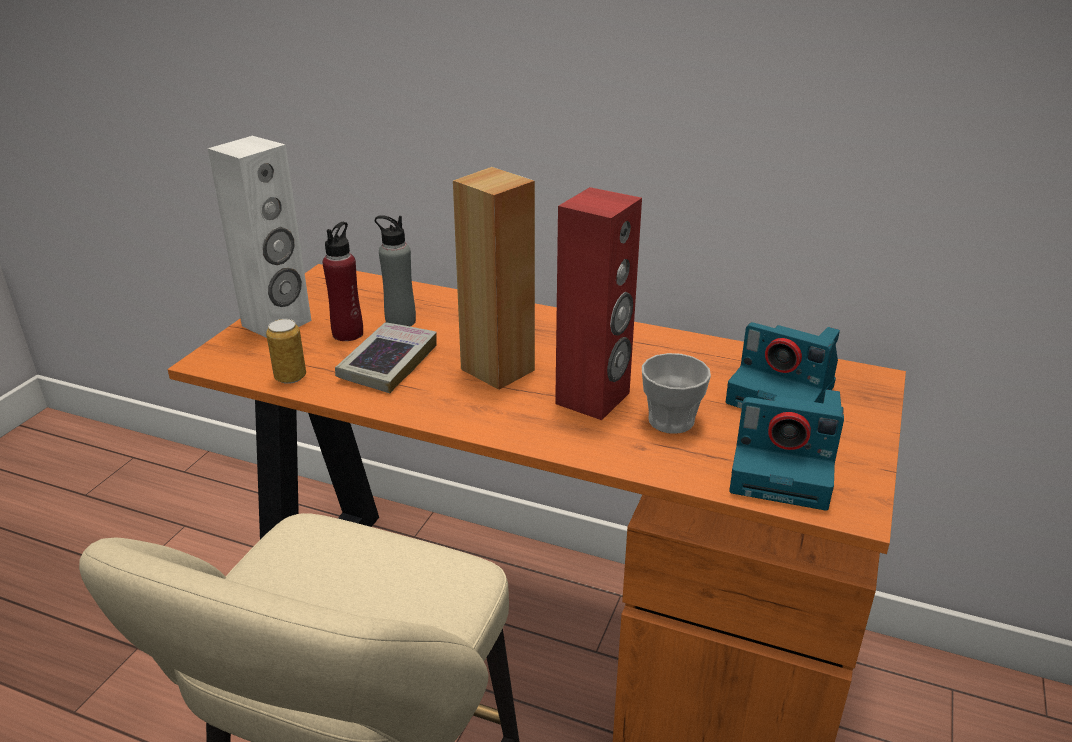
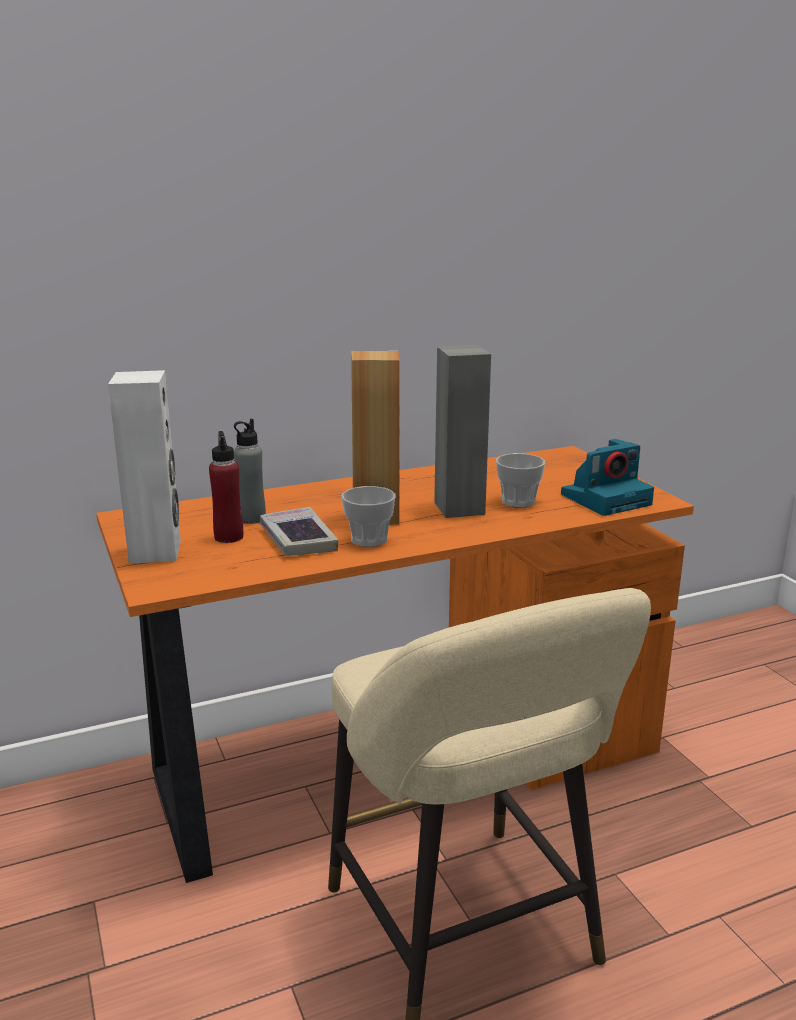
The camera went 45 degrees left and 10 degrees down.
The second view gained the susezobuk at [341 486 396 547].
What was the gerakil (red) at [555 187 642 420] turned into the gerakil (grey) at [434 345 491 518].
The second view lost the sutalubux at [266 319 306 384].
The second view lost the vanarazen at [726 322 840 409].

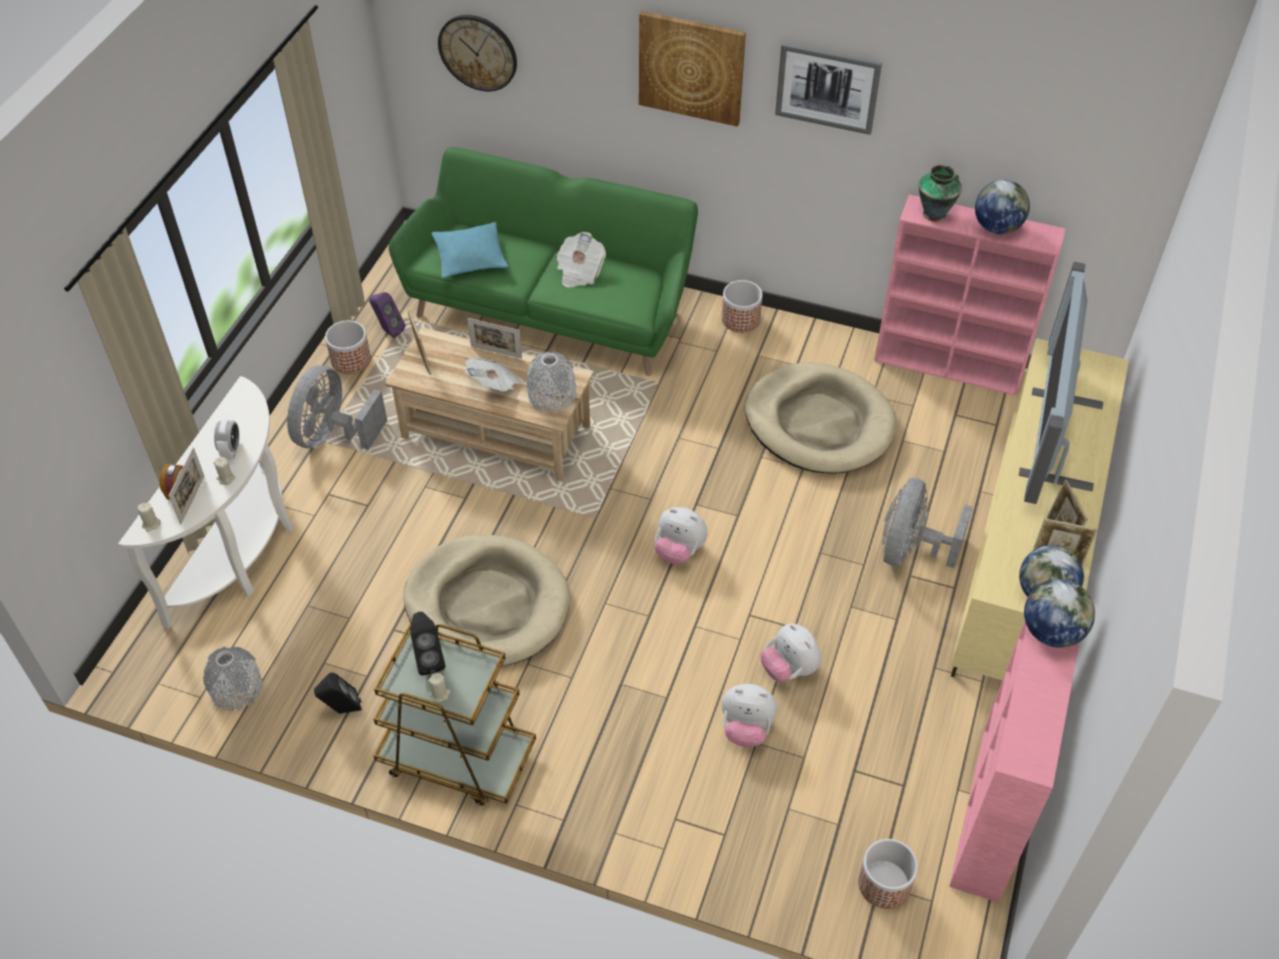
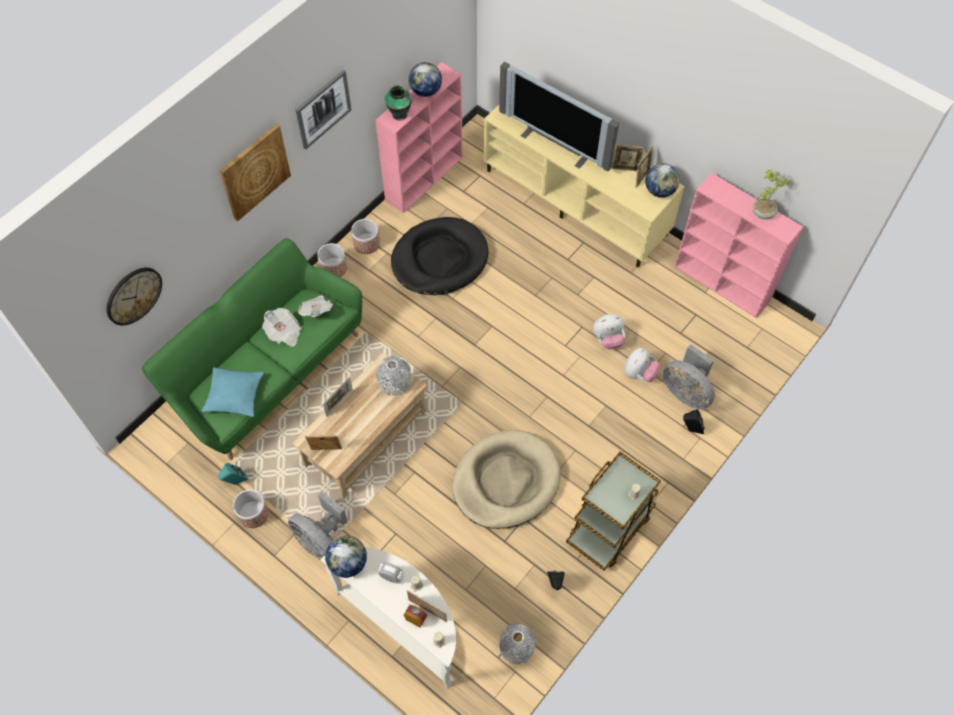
The camera went 70 degrees left and 10 degrees up.
What was the gerakil (purple) at [369 292 405 338] turned into the gerakil (turquoise) at [218 463 248 485].
The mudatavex ended up elsewhere, having gone from [464 357 524 392] to [298 295 333 317].
The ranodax ended up elsewhere, having gone from [1024 579 1095 648] to [325 536 367 578].
The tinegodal ended up elsewhere, having gone from [858 839 918 909] to [351 219 380 254].
What was the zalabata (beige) at [745 363 896 474] turned into the zalabata (black) at [391 217 489 295].
The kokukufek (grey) ended up elsewhere, having gone from [882 478 973 568] to [663 344 715 410].
The gerakil (black) ended up elsewhere, having gone from [410 612 445 675] to [683 409 705 434].
The second view gained the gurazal at [753 170 789 219].
The second view lost the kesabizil at [655 507 707 564].

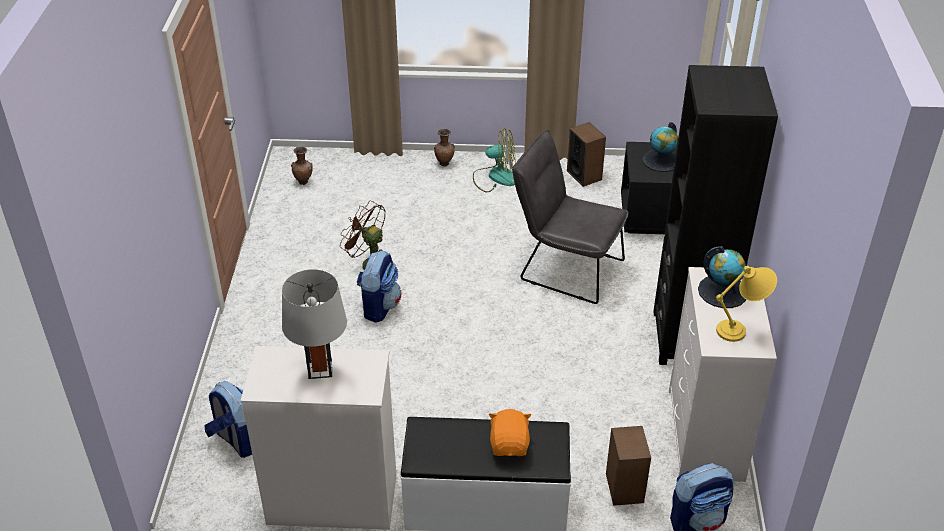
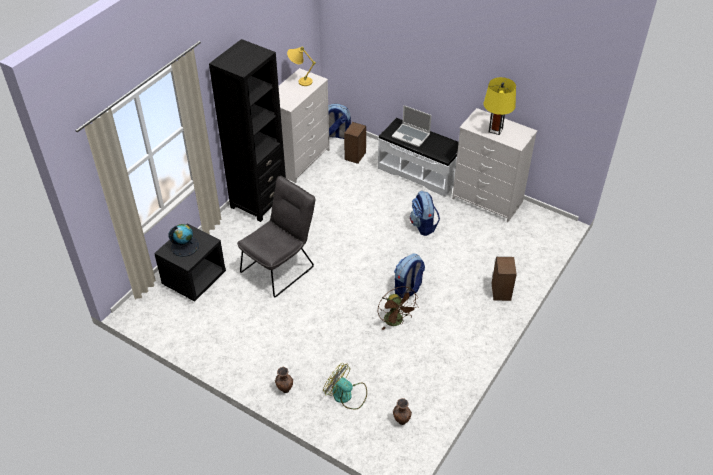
The camera went 150 degrees left and 5 degrees up.
The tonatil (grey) at [512 130 629 304] ended up facing another way, 105 degrees counterclockwise from before.
The kokukufek ended up elsewhere, having gone from [473 128 515 192] to [323 363 367 409].
Where the kesabizil (orange) stood at [489 409 531 456], the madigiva came to stand at [392 105 431 147].
The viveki ended up elsewhere, having gone from [204 381 252 458] to [410 191 440 236].
What was the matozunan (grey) at [282 269 347 379] turned into the matozunan (yellow) at [484 77 516 135].
The gerakil ended up elsewhere, having gone from [567 122 606 187] to [492 257 517 301].
The second view lost the ranodax at [698 246 746 308].

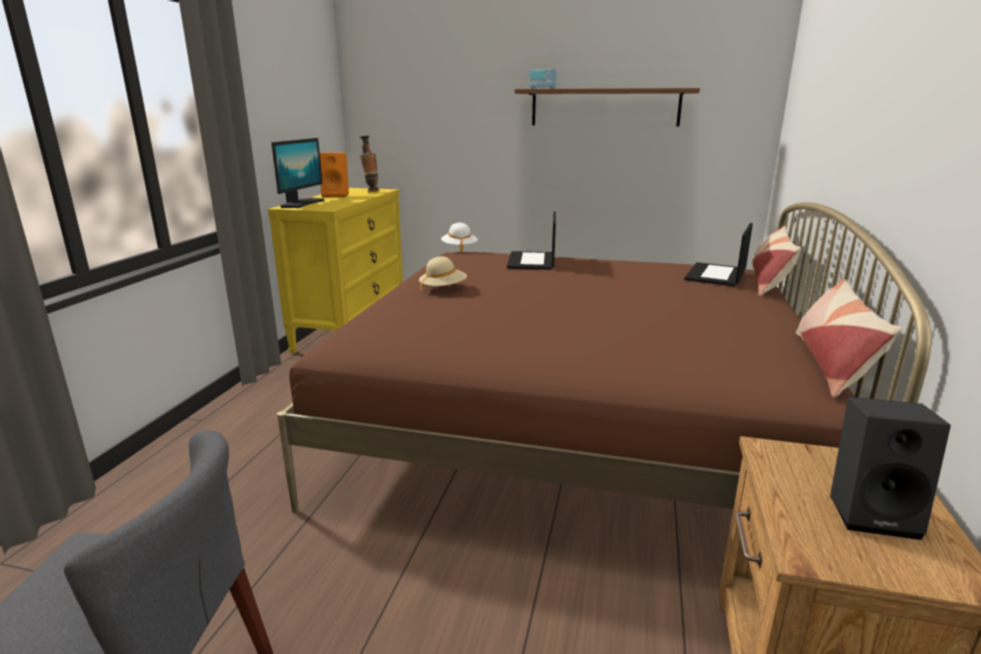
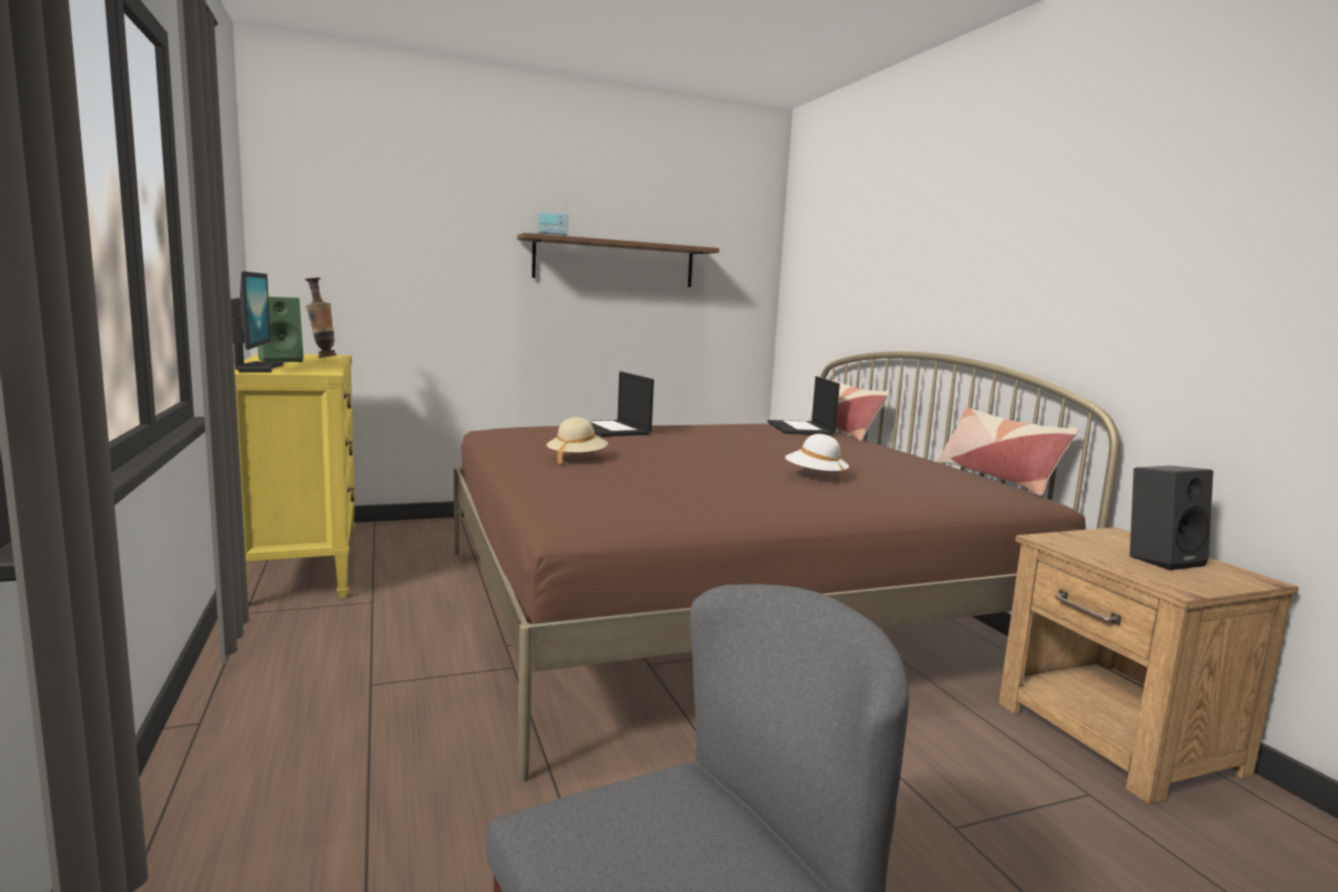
The camera went 35 degrees left and 10 degrees down.
What was the gerakil (orange) at [320 153 349 198] turned into the gerakil (green) at [258 296 304 362].
The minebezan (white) ended up elsewhere, having gone from [441 223 478 252] to [785 434 849 484].

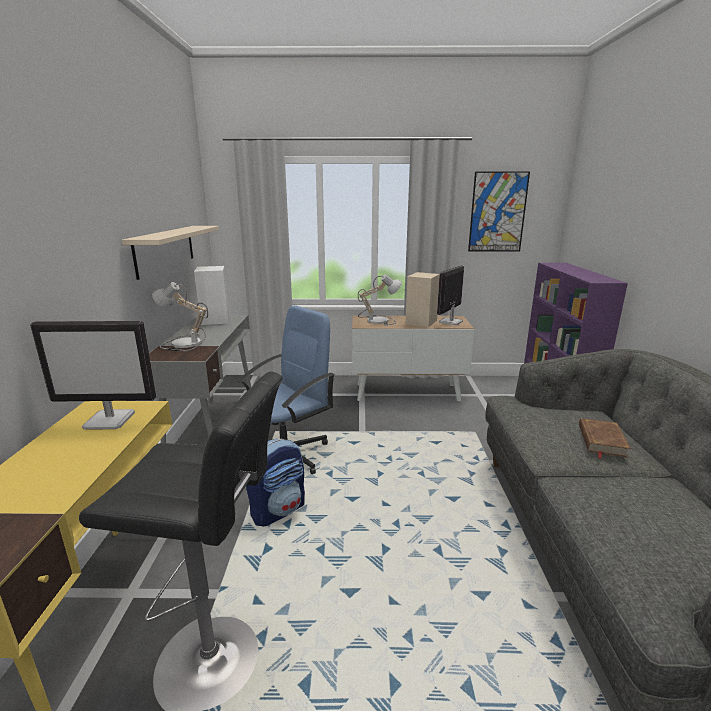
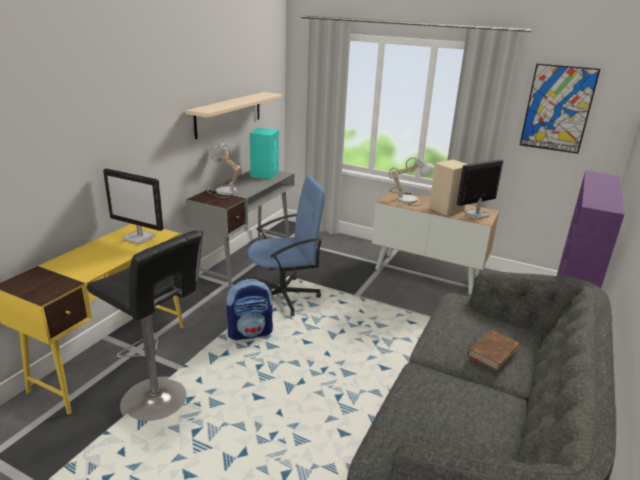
The camera went 25 degrees right and 5 degrees up.
What was the gerakil (white) at [194 266 229 325] turned into the gerakil (turquoise) at [250 128 279 179].

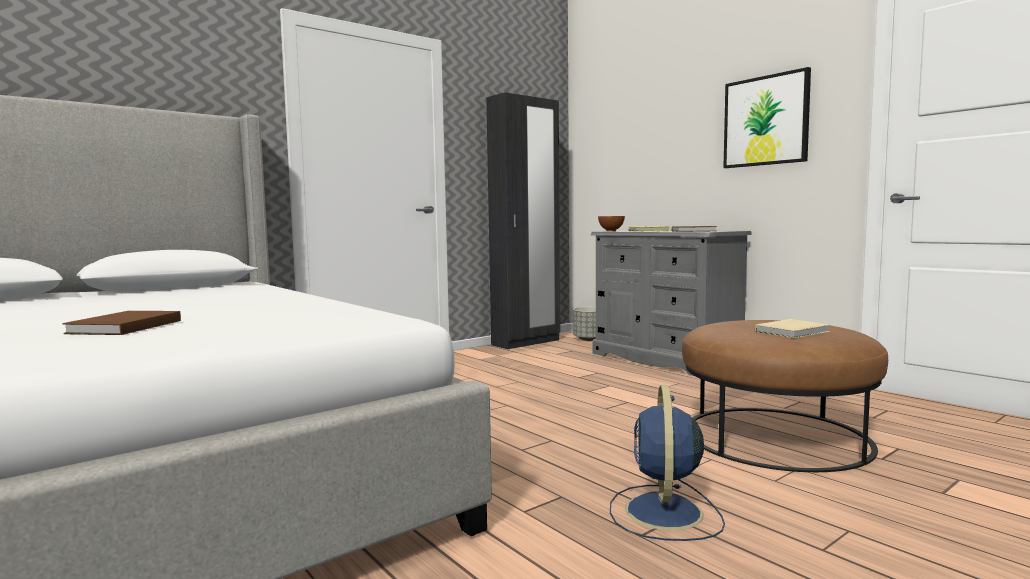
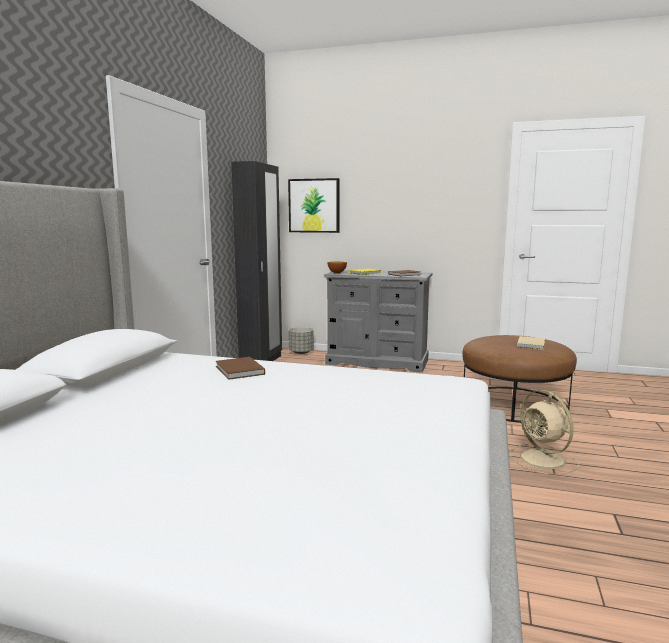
The camera went 35 degrees left and 5 degrees up.
The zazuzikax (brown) ended up elsewhere, having gone from [62 311 181 335] to [216 357 265 380].
The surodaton ended up elsewhere, having gone from [723 67 811 168] to [288 178 339 233].
What was the kokukufek (blue) at [610 385 725 541] turned into the kokukufek (beige) at [510 390 579 475].

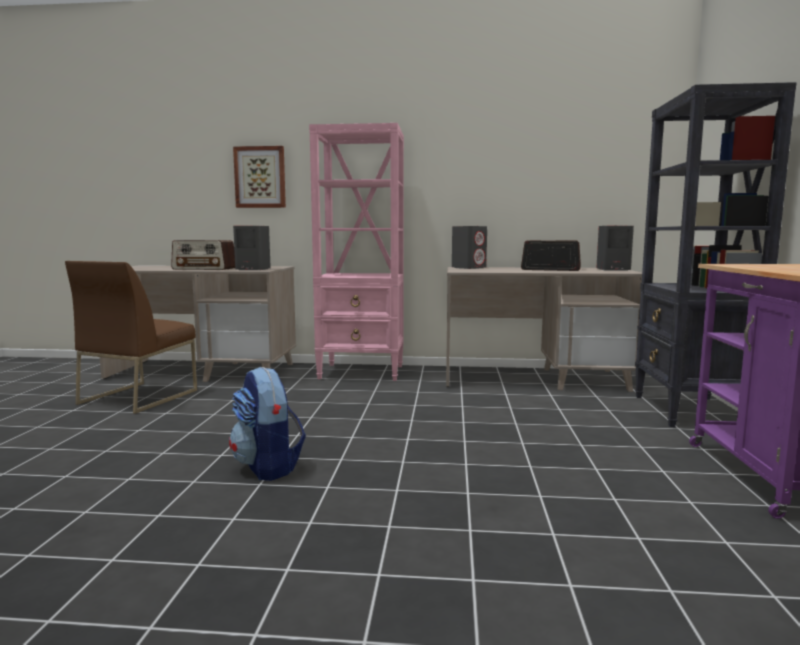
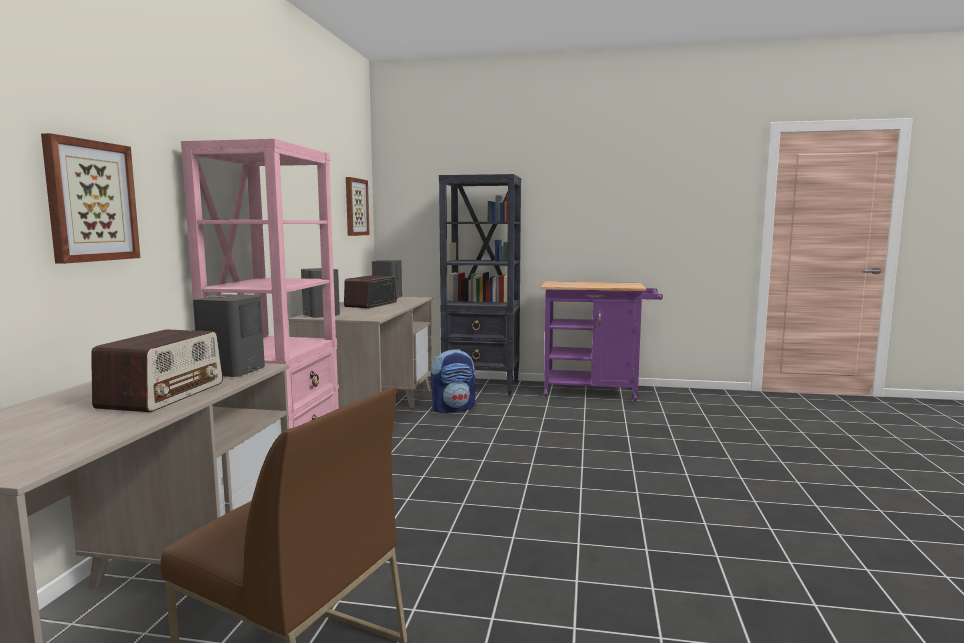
The camera went 85 degrees left and 0 degrees up.
The second view gained the surodaton at [346 177 370 236].
The viveki ended up elsewhere, having gone from [229 367 306 481] to [431 349 475 413].

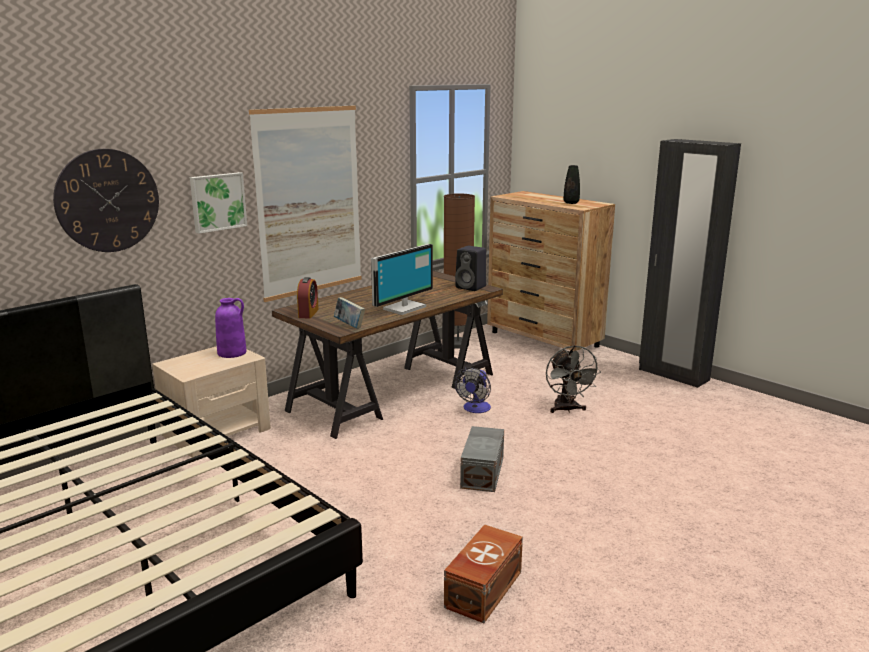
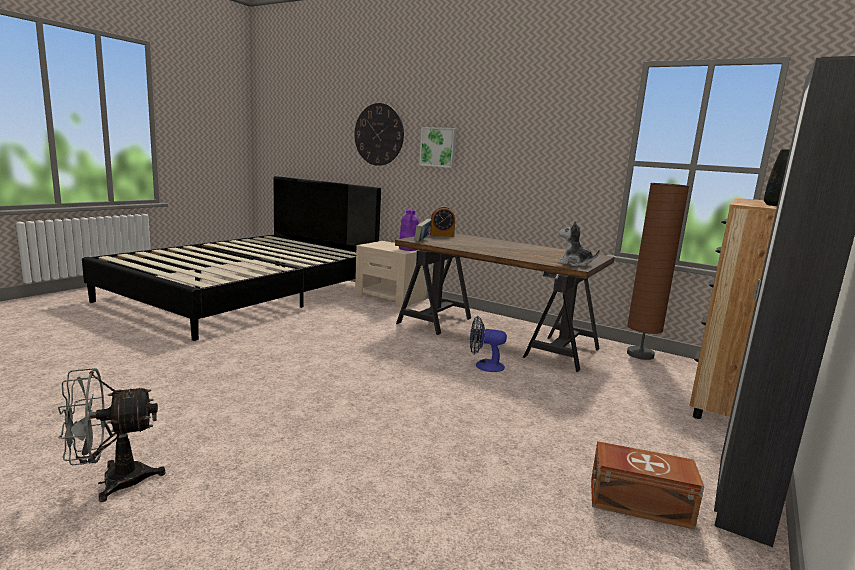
The camera went 75 degrees right and 5 degrees down.
The kokukufek (grey) ended up elsewhere, having gone from [546 345 601 413] to [58 368 166 502].
Where the gerakil (black) stood at [455 246 486 291], the kesabizil came to stand at [558 221 600 267].
The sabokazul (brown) ended up elsewhere, having gone from [444 524 523 623] to [591 441 704 530].
The second view lost the surodaton at [249 106 362 302].
The second view lost the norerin at [371 244 433 315].
The second view lost the sabokazul (grey) at [460 426 504 492].

